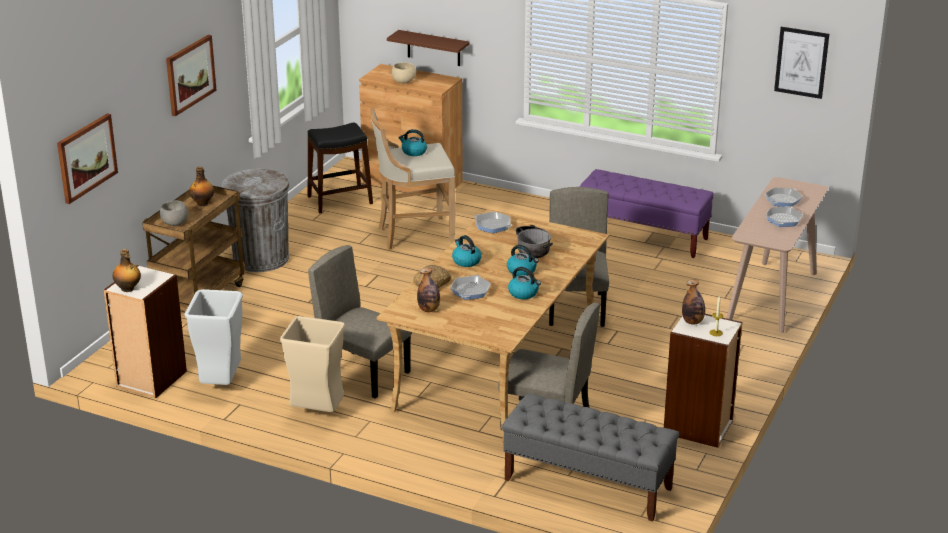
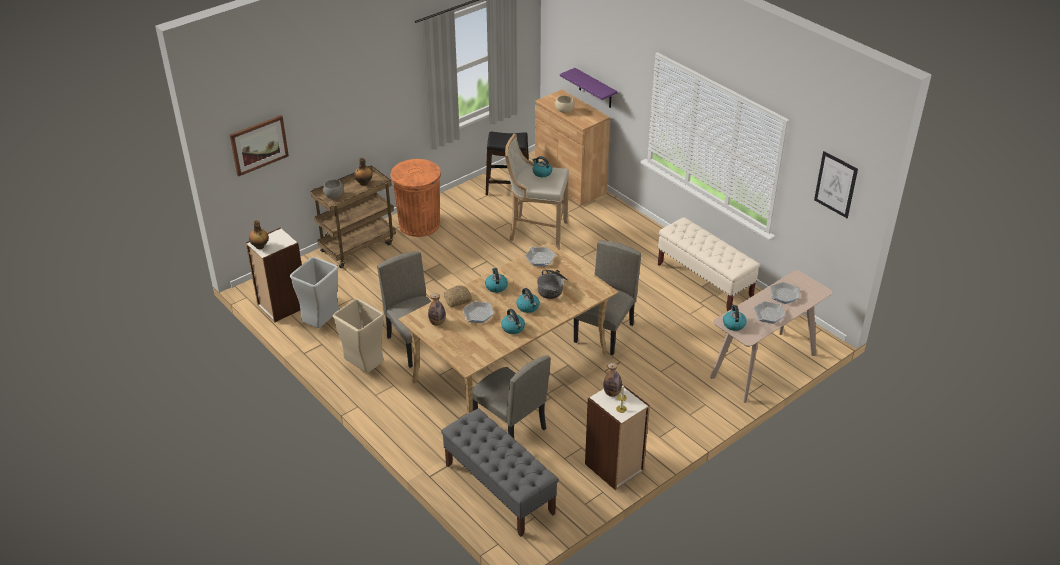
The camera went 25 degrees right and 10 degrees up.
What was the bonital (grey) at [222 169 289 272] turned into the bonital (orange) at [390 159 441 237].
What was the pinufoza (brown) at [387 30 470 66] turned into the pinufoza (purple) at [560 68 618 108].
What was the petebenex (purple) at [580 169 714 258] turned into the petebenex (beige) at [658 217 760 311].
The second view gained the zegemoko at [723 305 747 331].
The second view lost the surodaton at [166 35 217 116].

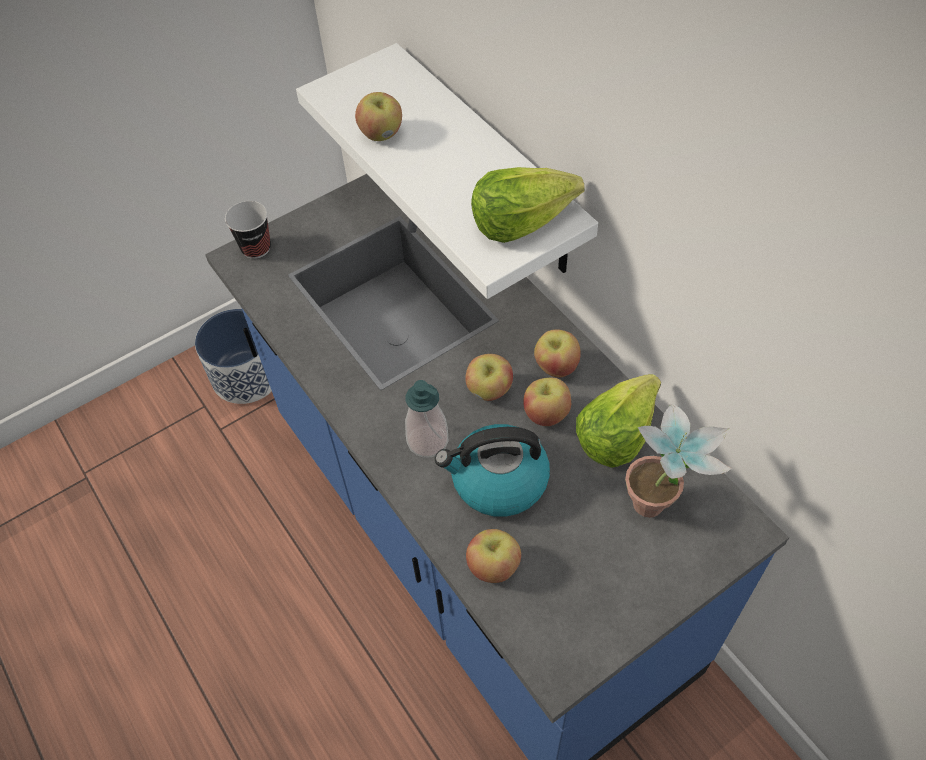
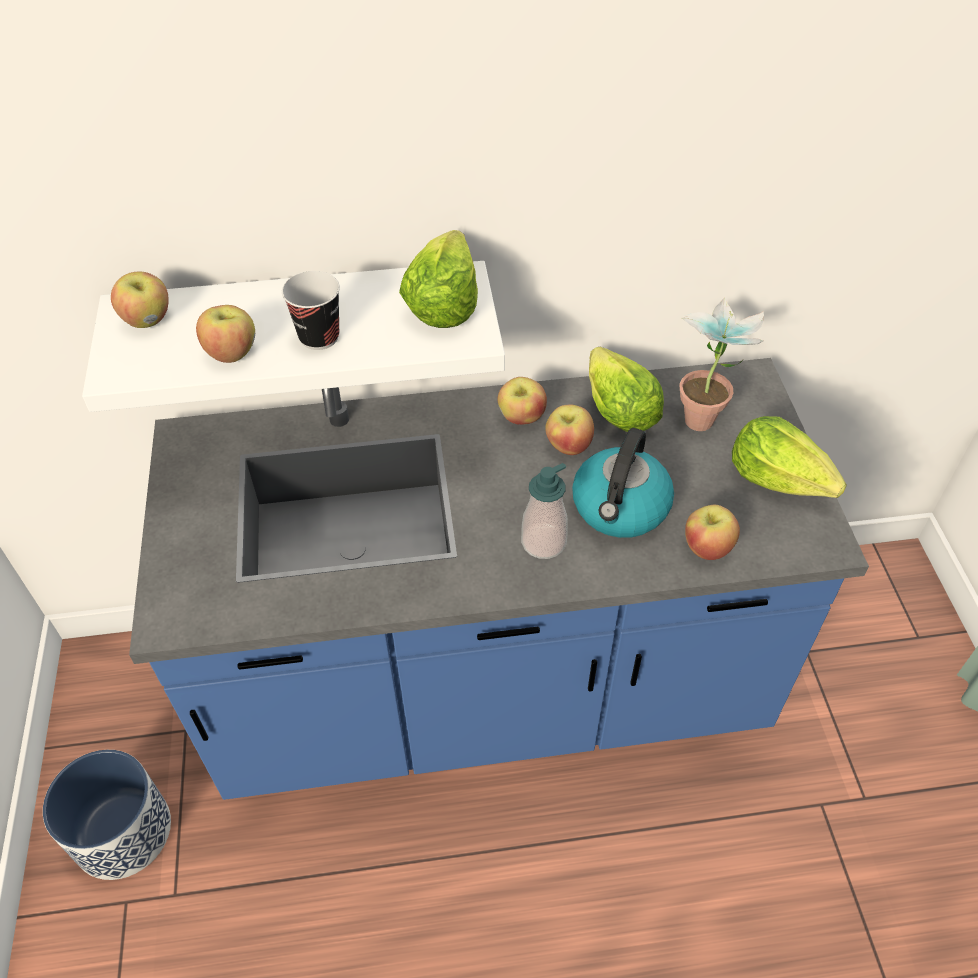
The camera went 65 degrees left and 5 degrees down.
The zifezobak ended up elsewhere, having gone from [465 354 513 401] to [111 272 169 328].
The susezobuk ended up elsewhere, having gone from [225 201 271 259] to [282 271 340 350].
The second view gained the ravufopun at [732 416 847 498].

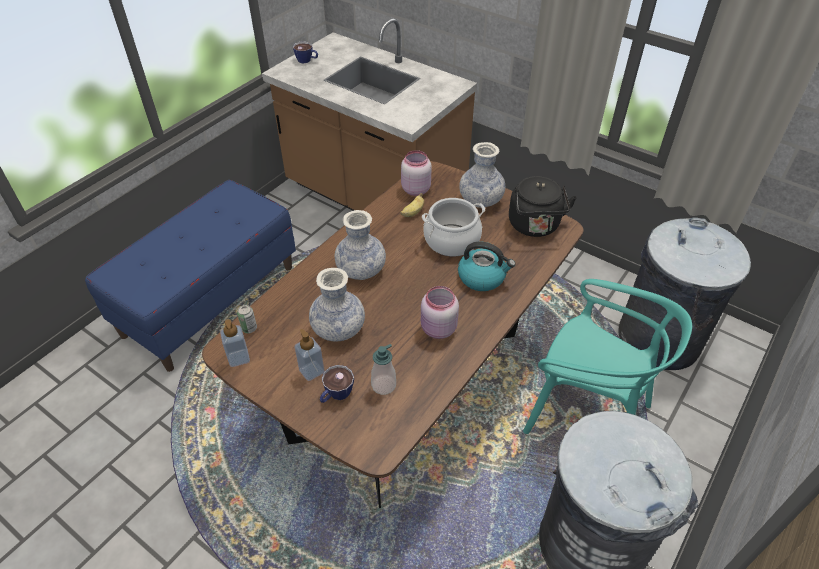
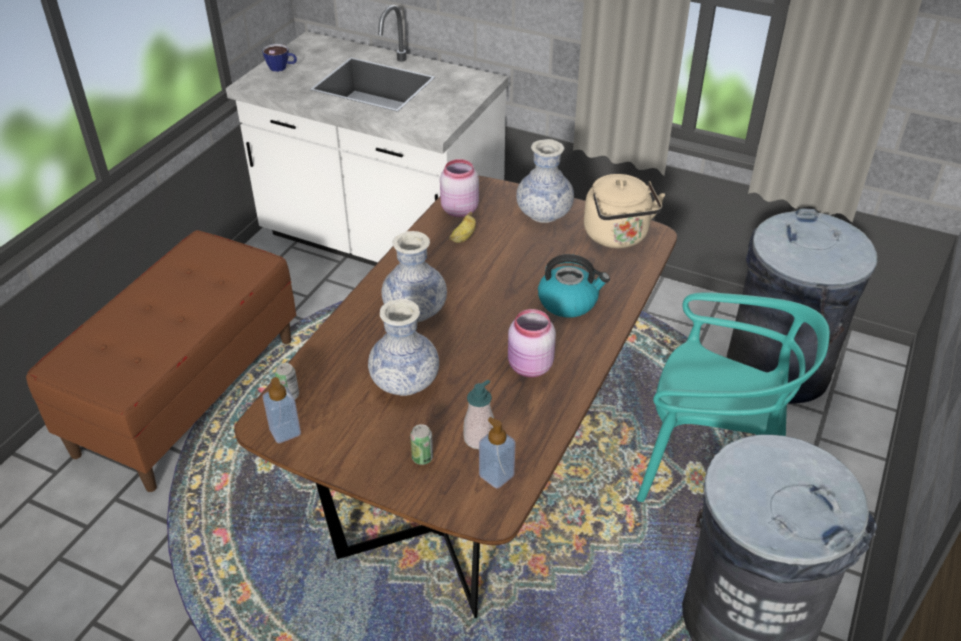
The camera went 10 degrees left and 5 degrees down.
What was the petebenex (blue) at [85 180 296 372] turned into the petebenex (brown) at [26 230 296 492].
What was the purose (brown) at [262 18 477 211] turned into the purose (white) at [226 5 508 266].
Where the susezobuk stood at [320 365 354 403], the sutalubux came to stand at [410 424 433 465].
The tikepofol ended up elsewhere, having gone from [294 329 325 381] to [479 417 516 489].
What was the zegemoko (black) at [509 176 577 237] turned into the zegemoko (beige) at [584 174 665 248].
The second view lost the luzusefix at [422 198 485 257].

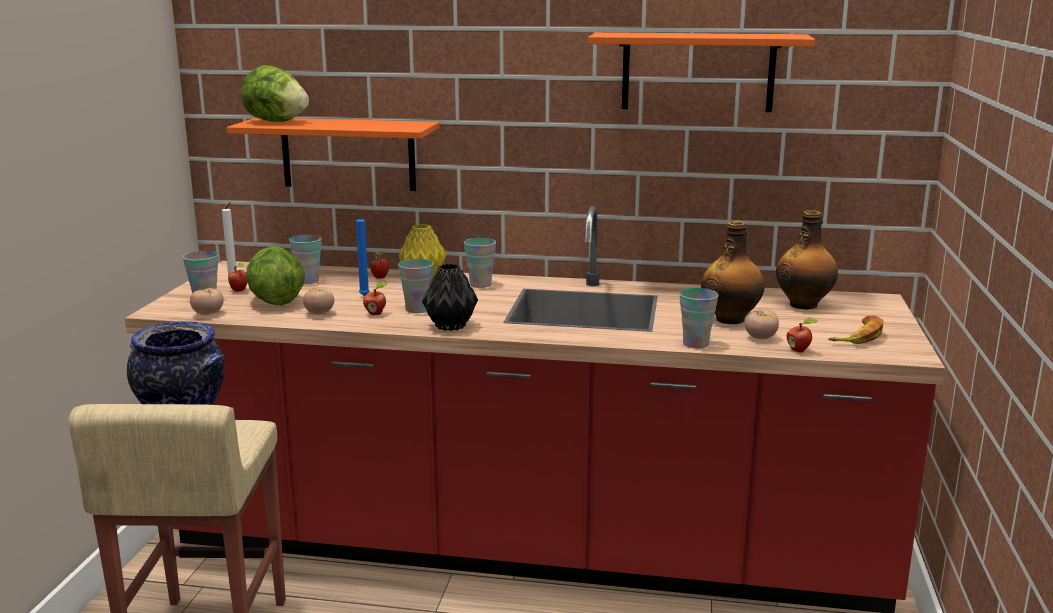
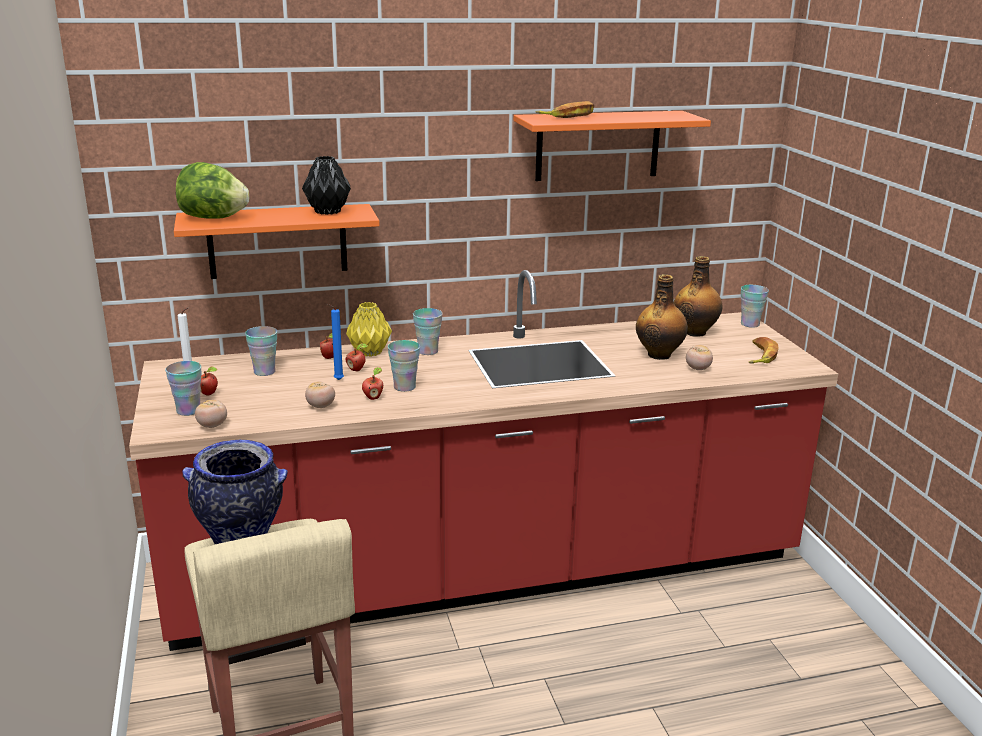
The camera went 25 degrees left and 5 degrees up.
The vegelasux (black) ended up elsewhere, having gone from [422 264 478 331] to [302 156 351 215].
The zifezobak ended up elsewhere, having gone from [787 318 818 353] to [346 343 368 372].
The second view gained the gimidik at [535 101 594 118].
The susezobuk ended up elsewhere, having gone from [679 288 718 348] to [741 285 769 328].
The second view lost the ravufopun at [246 246 305 306].

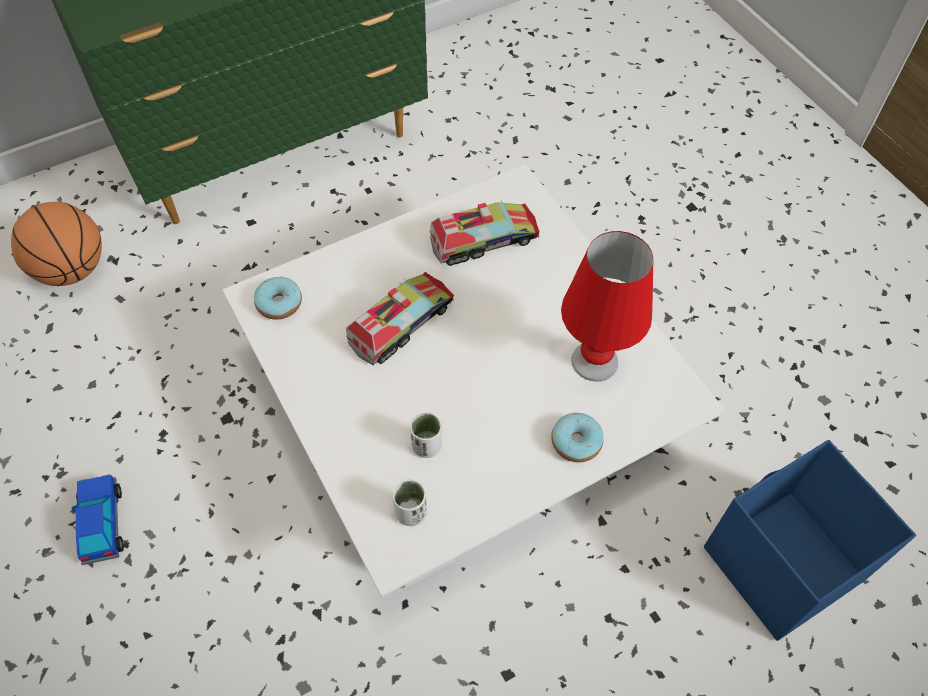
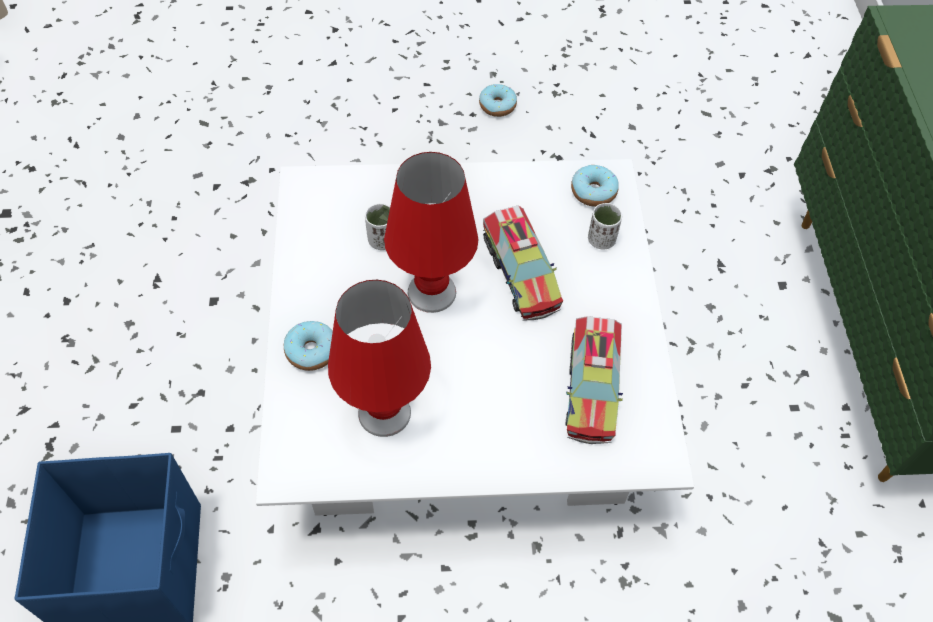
The camera went 115 degrees right and 0 degrees up.
The second view gained the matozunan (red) at [384 152 479 313].
Where the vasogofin stood at [72 474 124 565], the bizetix came to stand at [479 84 517 117].
The susezobuk (white) ended up elsewhere, having gone from [392 479 427 526] to [588 203 622 250].
The second view lost the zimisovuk at [11 202 102 286].

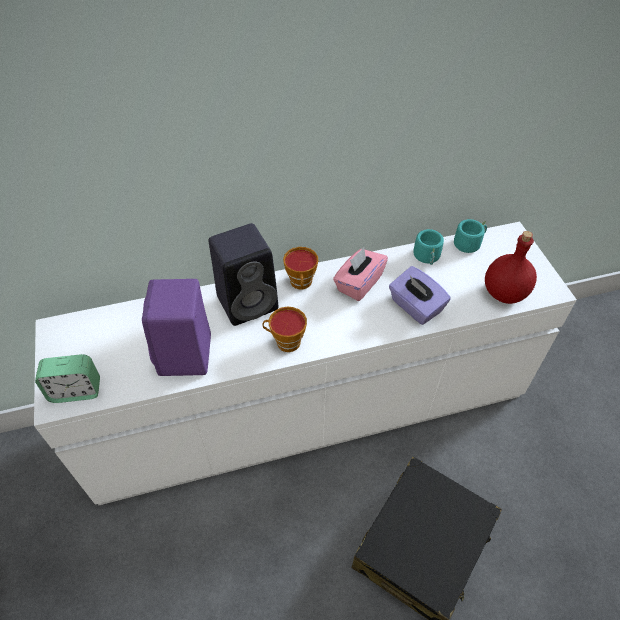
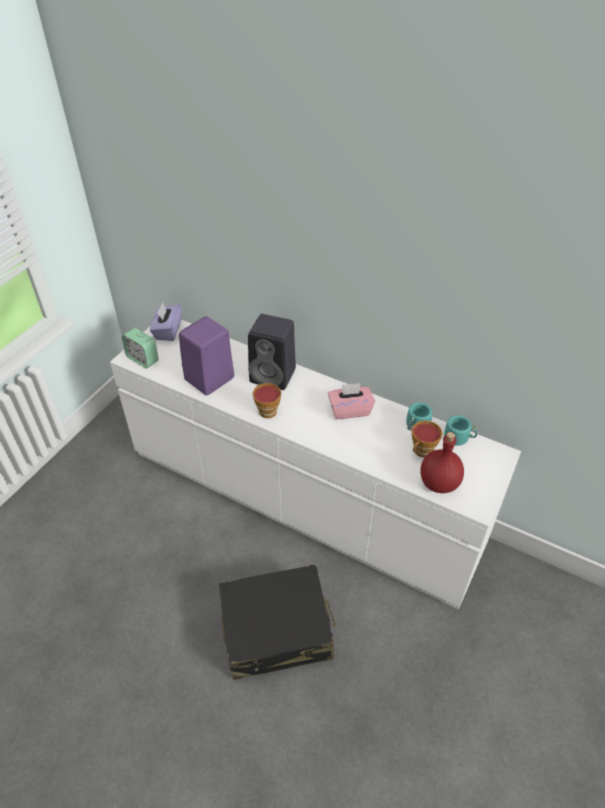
The camera went 45 degrees right and 5 degrees down.
The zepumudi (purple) ended up elsewhere, having gone from [389 266 451 325] to [150 302 182 341].
The susezobuk ended up elsewhere, having gone from [283 247 319 290] to [412 420 442 458].

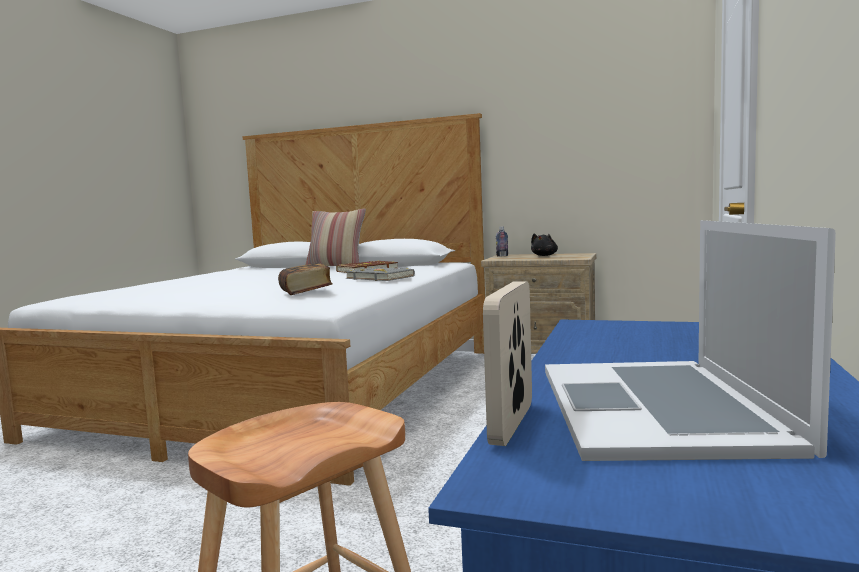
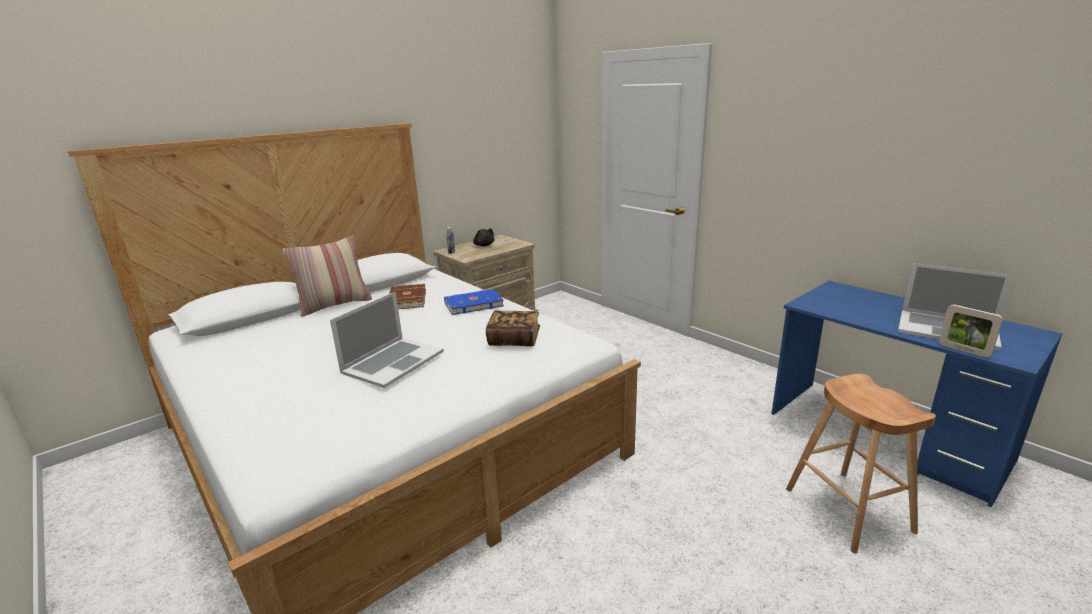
The camera went 60 degrees left and 15 degrees up.
The second view gained the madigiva at [330 291 444 388].
What was the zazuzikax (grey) at [346 267 415 281] turned into the zazuzikax (blue) at [444 289 504 315].

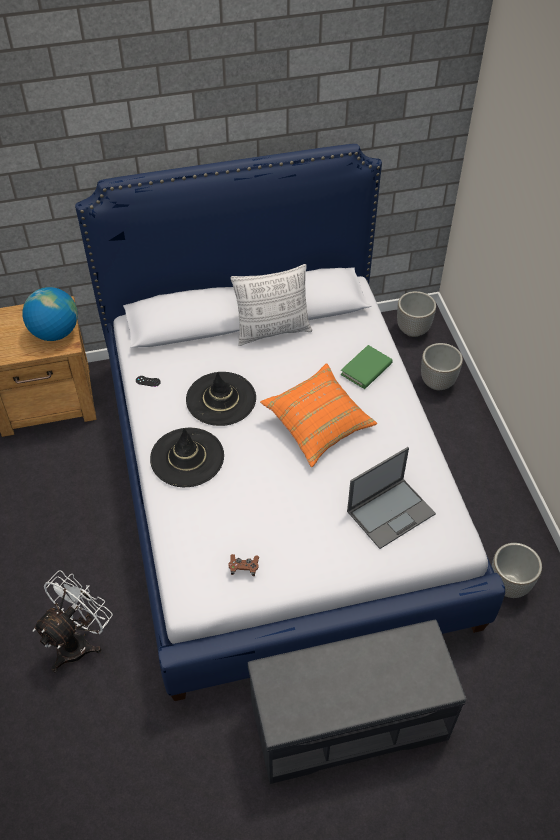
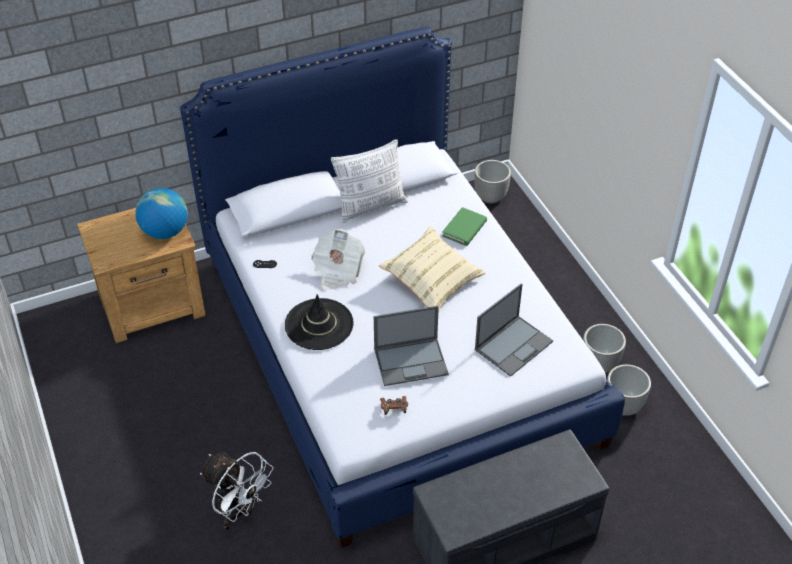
The camera went 10 degrees left and 5 degrees down.
The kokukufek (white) at [33 570 113 672] ended up facing another way, 105 degrees clockwise from before.
Where the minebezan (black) stood at [186 372 256 426], the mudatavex came to stand at [312 229 365 290].
The second view gained the madigiva at [374 306 449 386].
What was the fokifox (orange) at [260 363 377 467] turned into the fokifox (beige) at [378 226 486 312].
The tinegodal ended up elsewhere, having gone from [421 343 463 390] to [583 324 626 373].

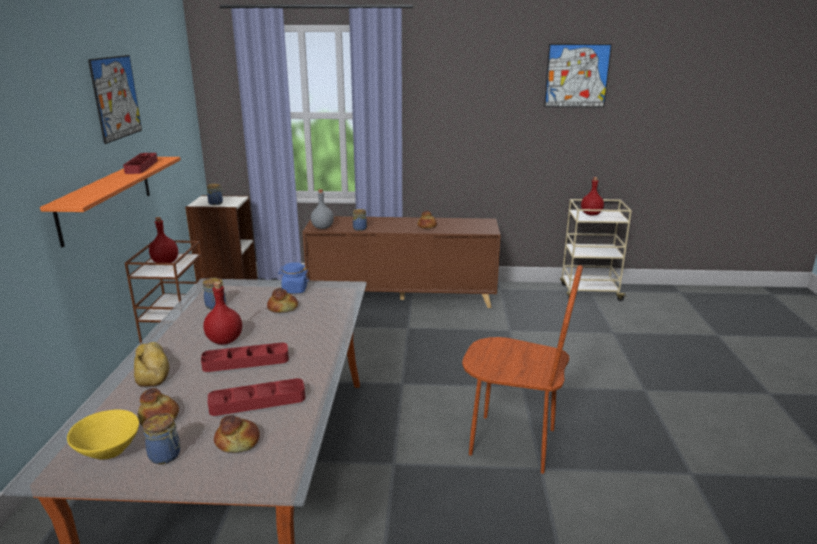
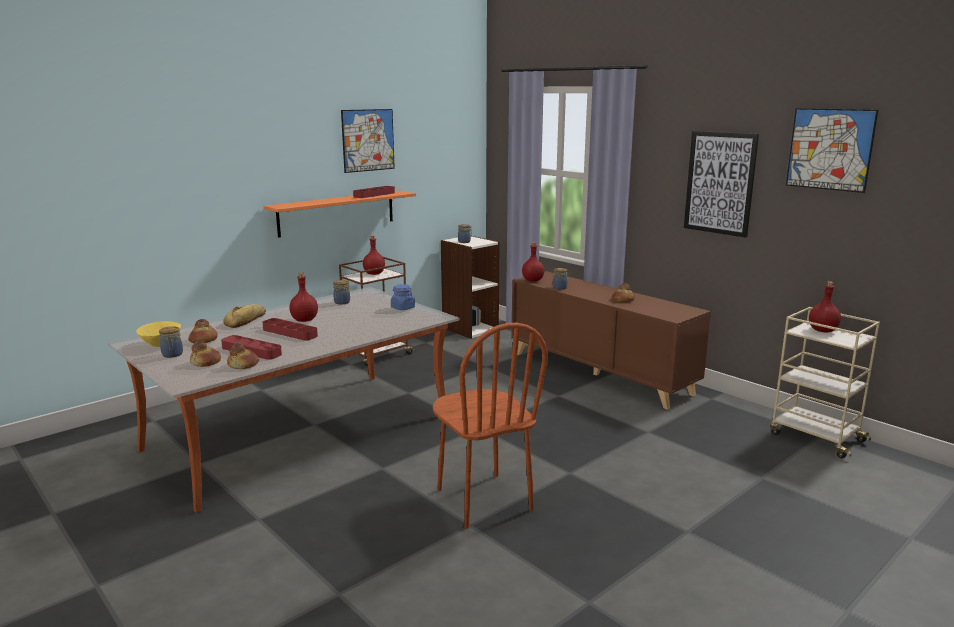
The camera went 45 degrees right and 5 degrees down.
The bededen ended up elsewhere, having gone from [267 288 298 313] to [227 343 259 369].
What was the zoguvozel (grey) at [311 189 334 229] turned into the zoguvozel (red) at [522 243 544 282].
The second view gained the surodaton at [684 131 759 238].

